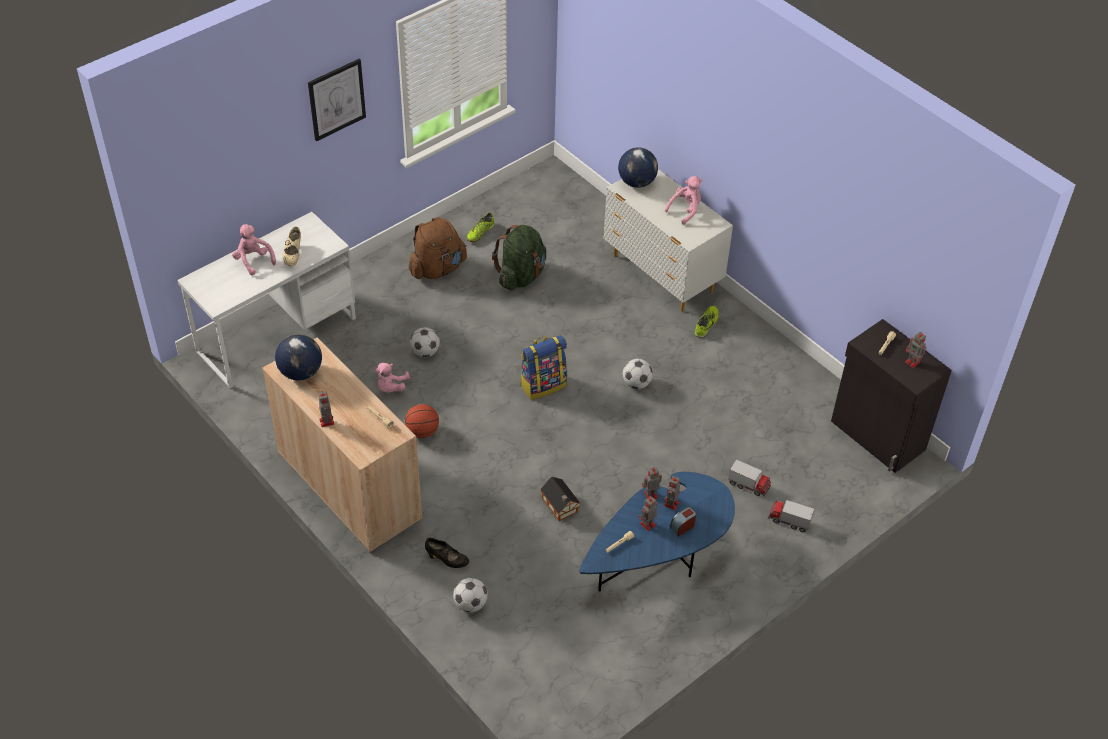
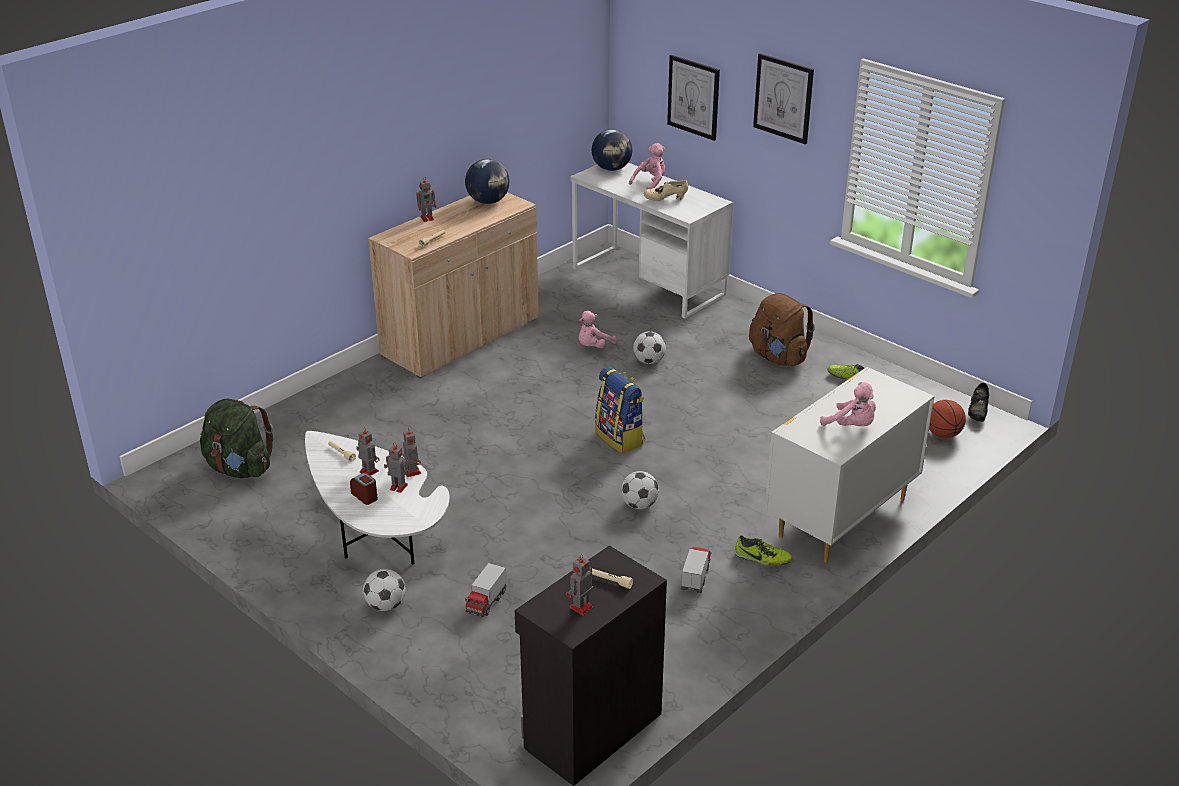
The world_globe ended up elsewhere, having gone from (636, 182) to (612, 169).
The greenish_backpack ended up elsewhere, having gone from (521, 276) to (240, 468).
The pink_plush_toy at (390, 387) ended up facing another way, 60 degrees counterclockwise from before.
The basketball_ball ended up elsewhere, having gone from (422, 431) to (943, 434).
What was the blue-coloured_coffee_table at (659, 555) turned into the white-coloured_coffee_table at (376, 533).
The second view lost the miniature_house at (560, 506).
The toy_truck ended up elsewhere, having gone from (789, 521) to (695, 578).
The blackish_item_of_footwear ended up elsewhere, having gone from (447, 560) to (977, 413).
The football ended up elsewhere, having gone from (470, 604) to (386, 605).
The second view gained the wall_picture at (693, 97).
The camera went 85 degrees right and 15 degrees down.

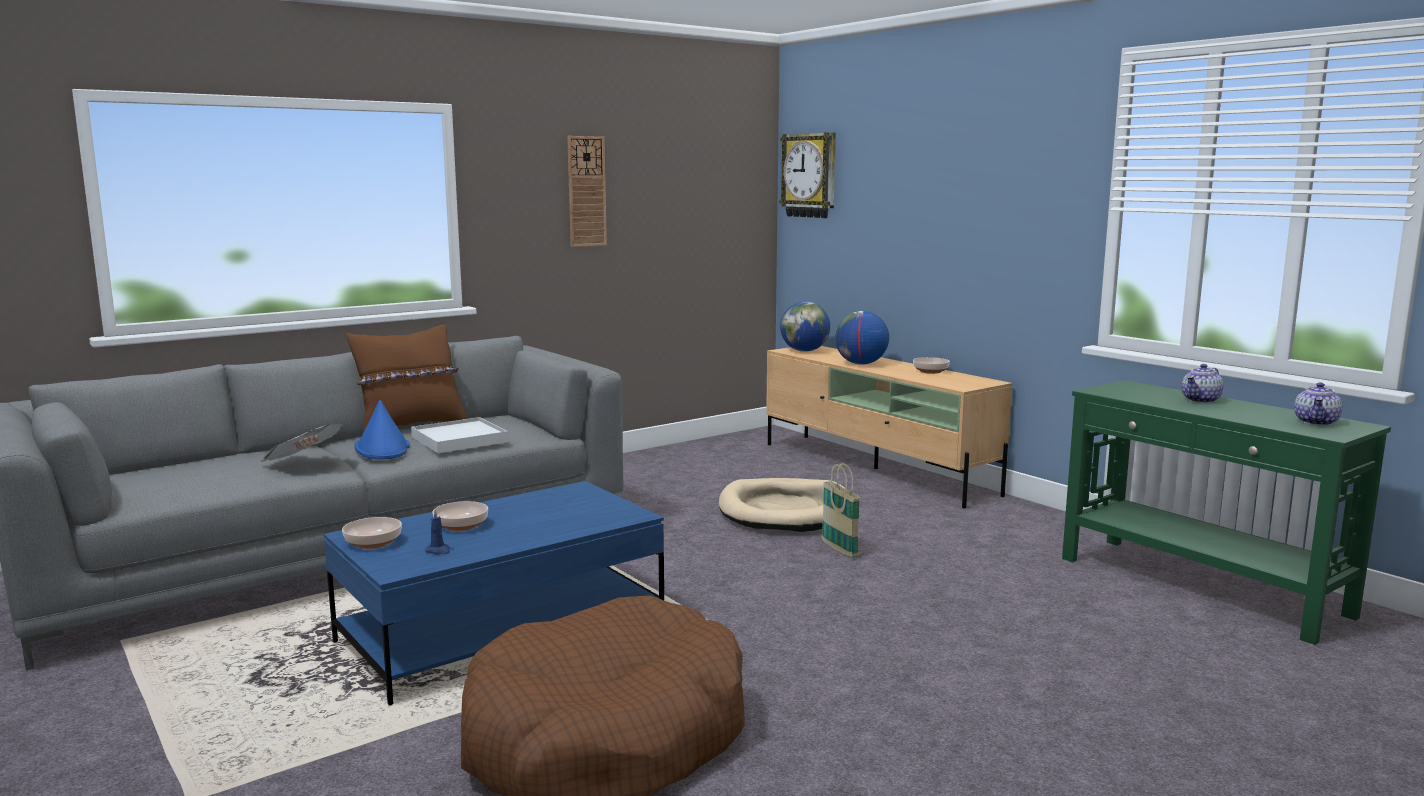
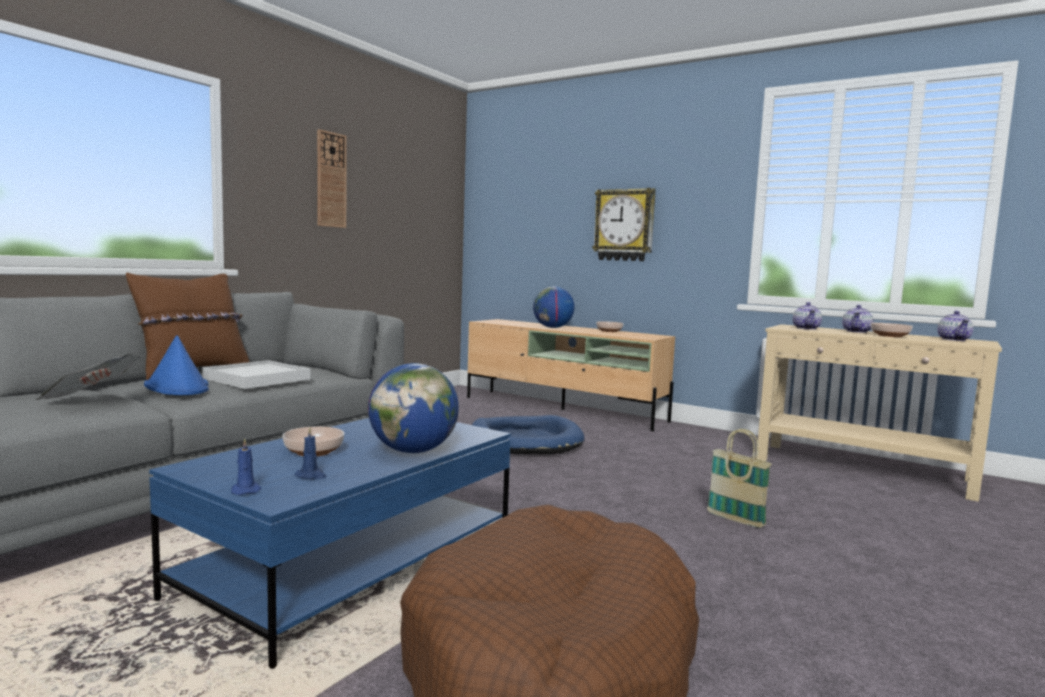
The wall_clock ended up elsewhere, having gone from (810, 175) to (624, 225).
The world_globe ended up elsewhere, having gone from (805, 351) to (413, 451).
What was the greenish_narrow_table at (1201, 587) turned into the beige-coloured_narrow_table at (863, 470).
The household_basket ended up elsewhere, having gone from (839, 549) to (735, 520).
What was the beige-coloured_dog_bed at (785, 511) turned into the blue-coloured_dog_bed at (525, 440).
The bowl ended up elsewhere, having gone from (372, 542) to (889, 336).
The second view gained the tea_pot at (806, 328).
The second view gained the blue-coloured_wax_candle at (245, 490).
The camera went 20 degrees left and 5 degrees down.

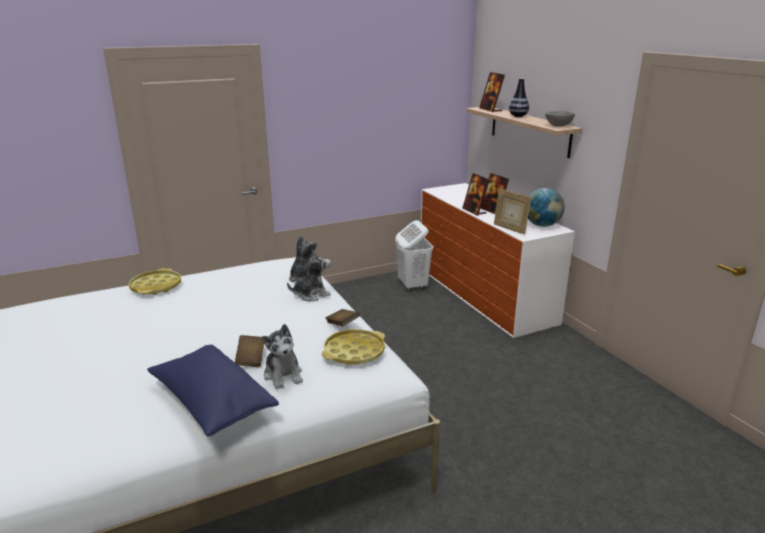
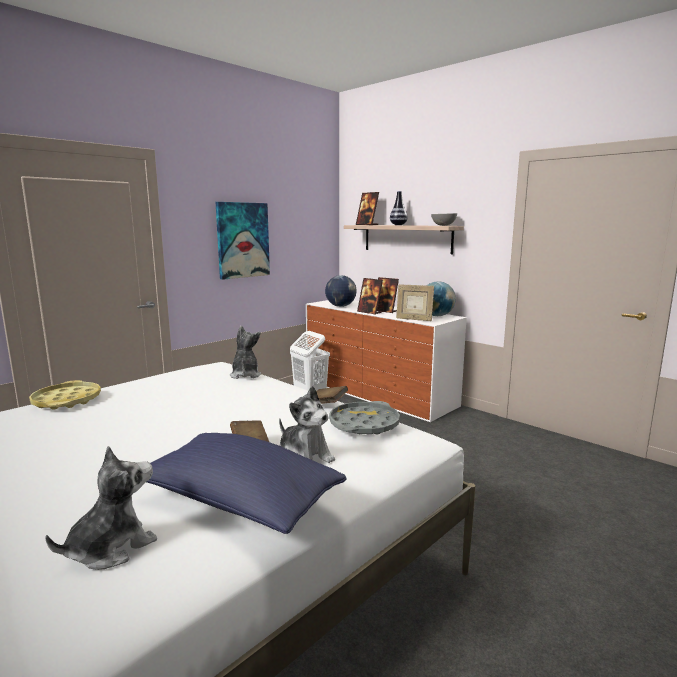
The plush_toy ended up elsewhere, having gone from (311, 295) to (111, 547).
What was the yellow_tray at (354, 352) turned into the gray_tray at (364, 424).
The second view gained the wall_picture at (242, 240).
The second view gained the world_globe at (340, 306).
The camera went 20 degrees left and 10 degrees down.

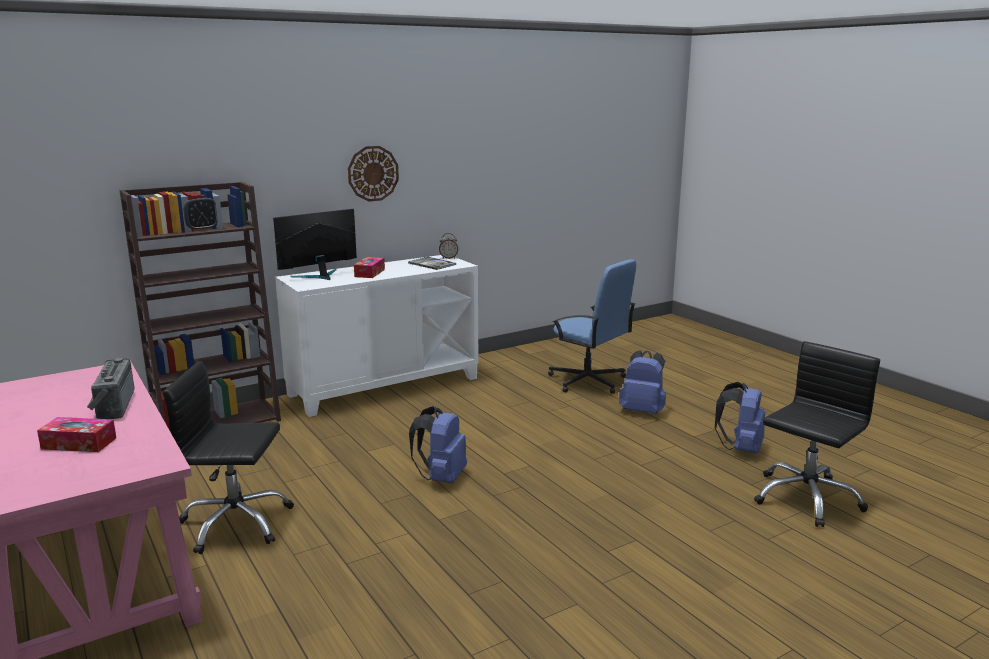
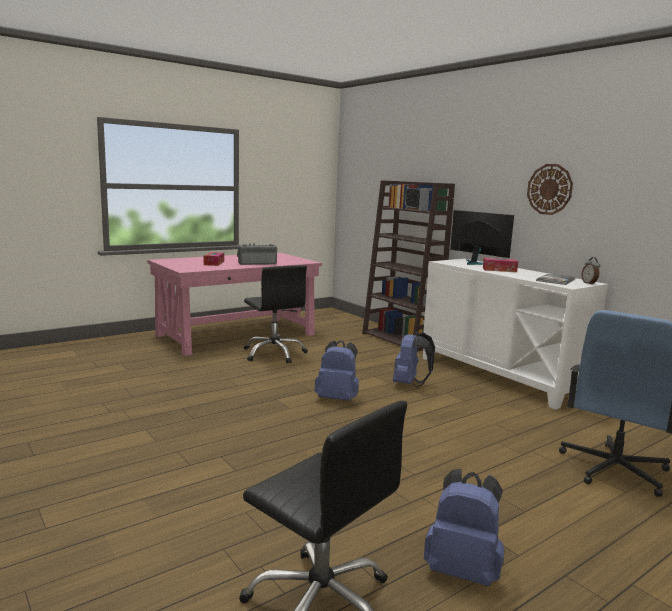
The blue-coloured_backpack ended up elsewhere, having gone from (643, 411) to (410, 384).
The blackish_computer_chair at (235, 523) ended up facing another way, 150 degrees clockwise from before.
The camera went 85 degrees right and 5 degrees down.

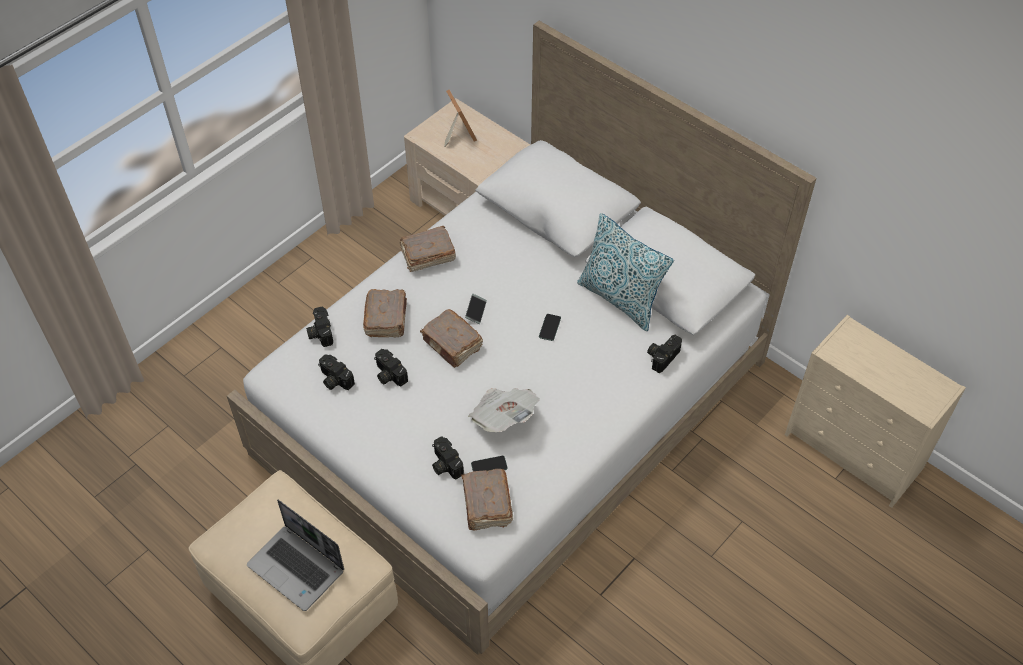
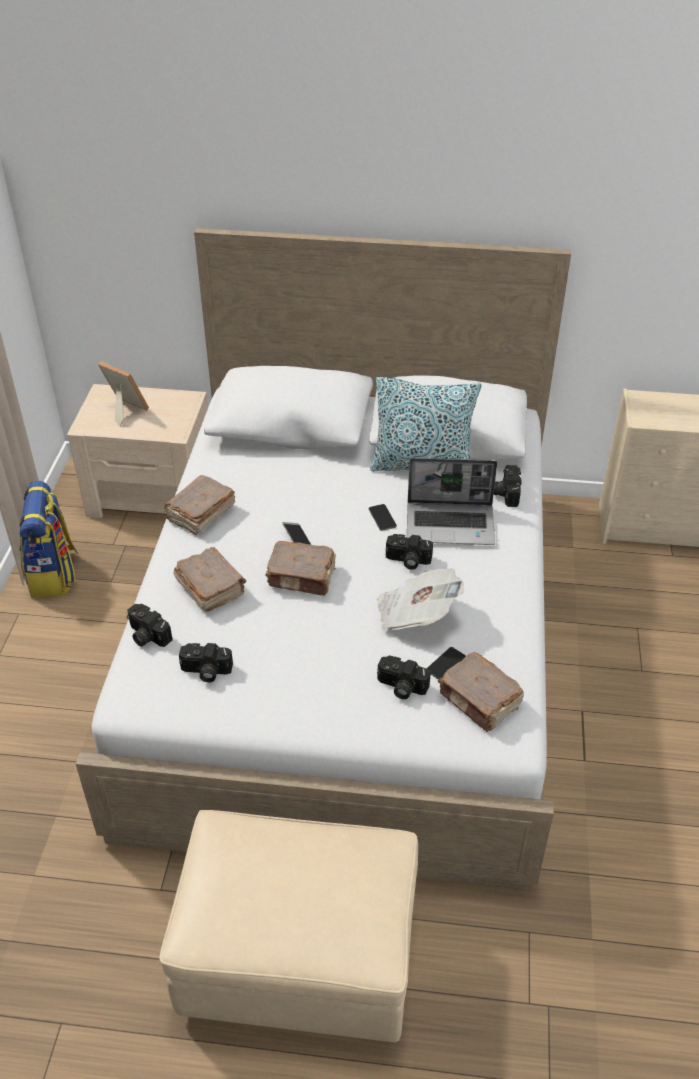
The photo_camera ended up elsewhere, having gone from (388, 375) to (407, 560).
The portable_computer ended up elsewhere, having gone from (298, 568) to (451, 524).
The second view gained the backpack at (54, 574).
The camera went 35 degrees left and 10 degrees down.

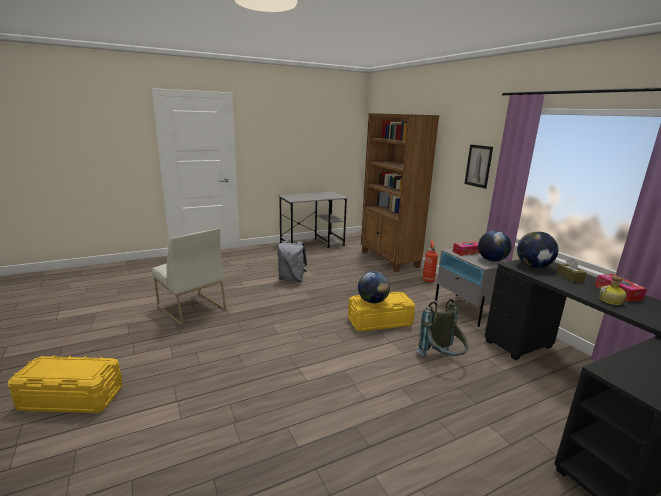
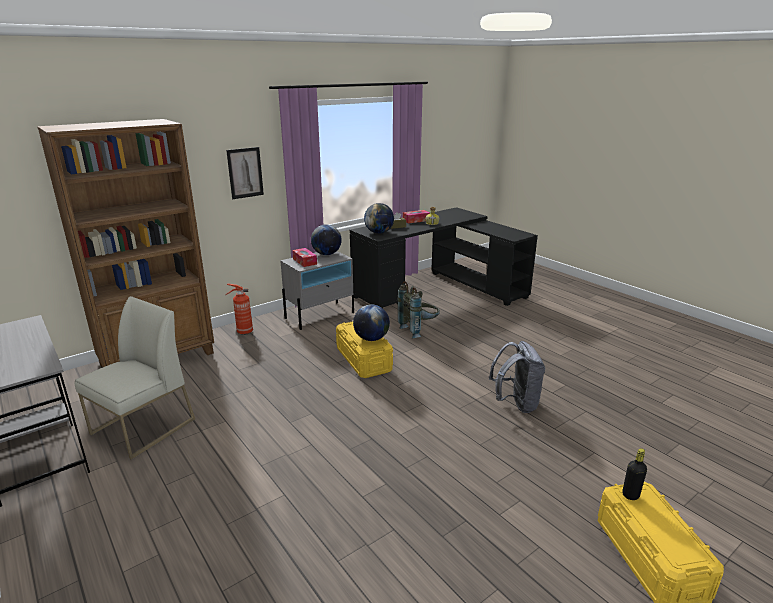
The white-coloured_plain_chair ended up elsewhere, having gone from (191, 309) to (143, 427).
The gray_backpack ended up elsewhere, having gone from (292, 279) to (516, 403).
The second view gained the blackish_bottle at (630, 495).
The camera went 100 degrees left and 5 degrees up.

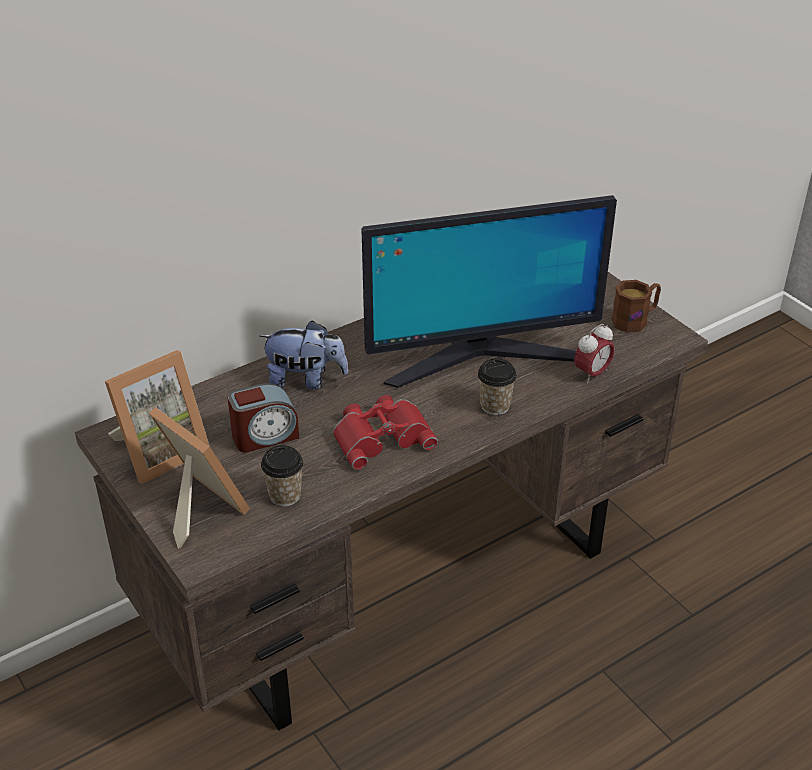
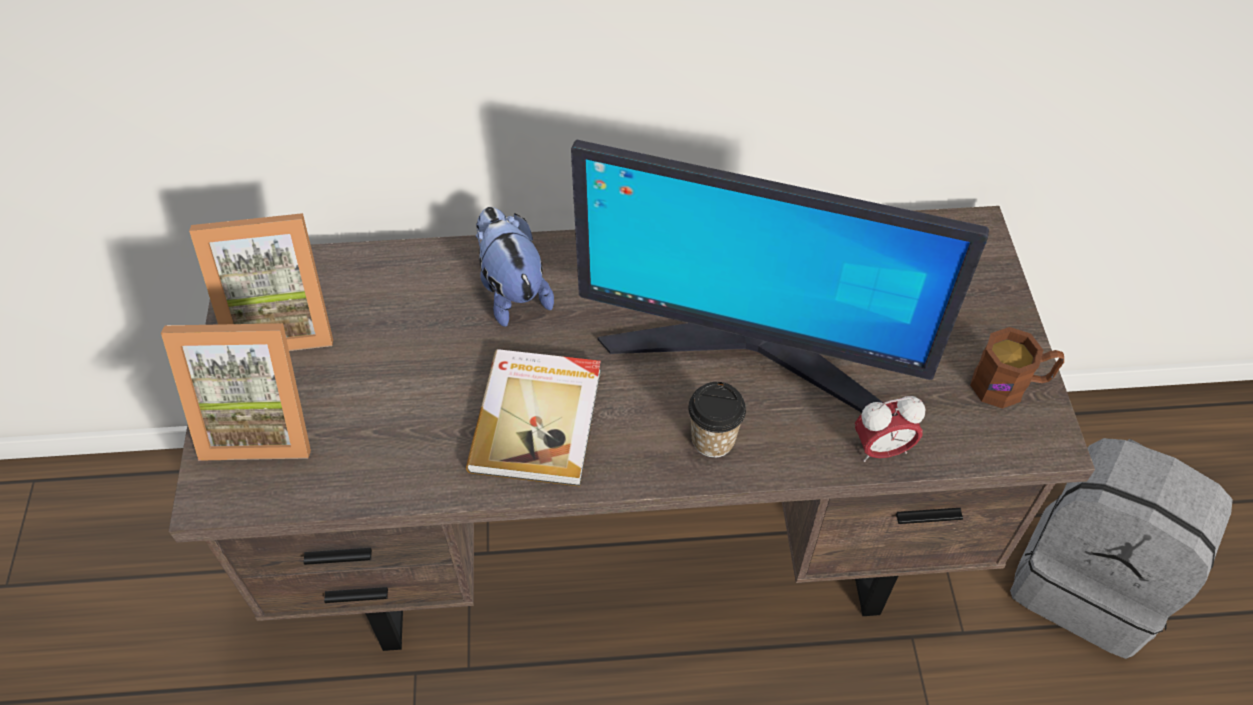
The plush_toy at (305, 380) ended up facing another way, 150 degrees counterclockwise from before.
The second view lost the bedside_clock at (265, 436).
Where the red_binoculars stood at (381, 436), the book came to stand at (539, 419).
The photo_frame at (197, 508) ended up facing another way, 105 degrees clockwise from before.
The second view lost the cup at (285, 495).
The second view gained the gray_backpack at (1090, 580).
The camera went 30 degrees right and 15 degrees up.

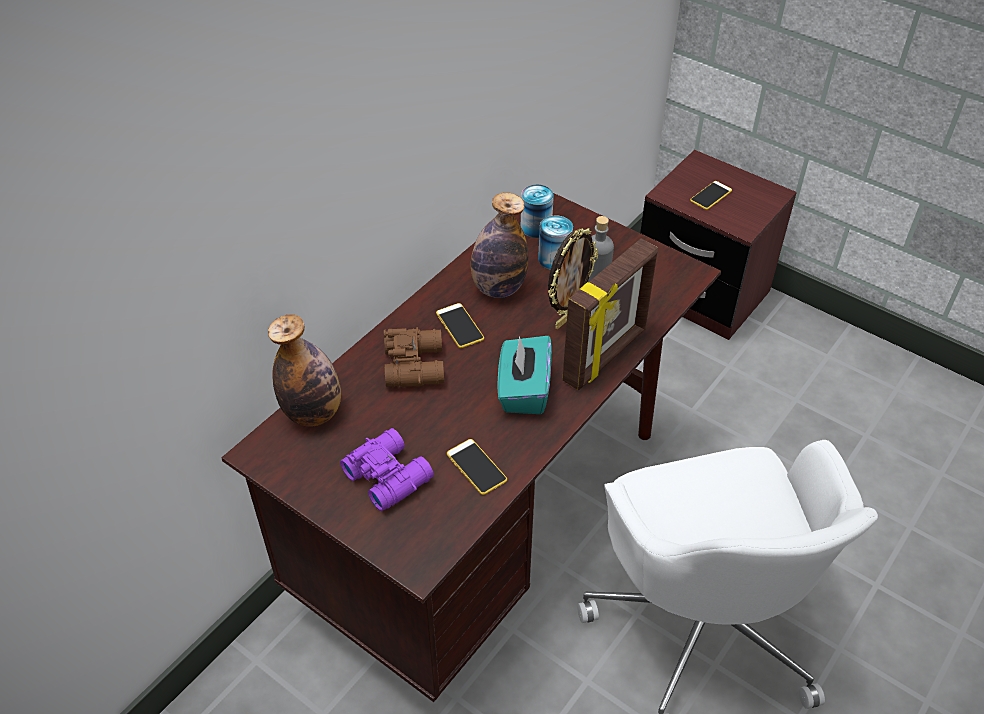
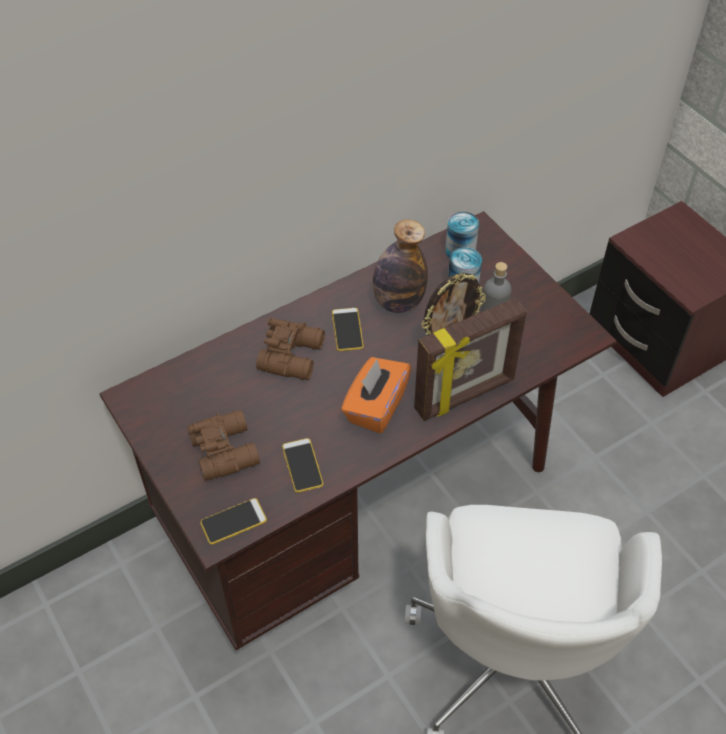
The handset ended up elsewhere, having gone from (710, 196) to (233, 521).
The second view lost the bottle at (313, 412).
What was the turquoise_tissue_box at (523, 390) turned into the orangey_tissue_box at (375, 407).
What was the purplish_binoculars at (388, 474) turned into the brownish_binoculars at (226, 449).
The camera went 20 degrees right and 5 degrees up.

